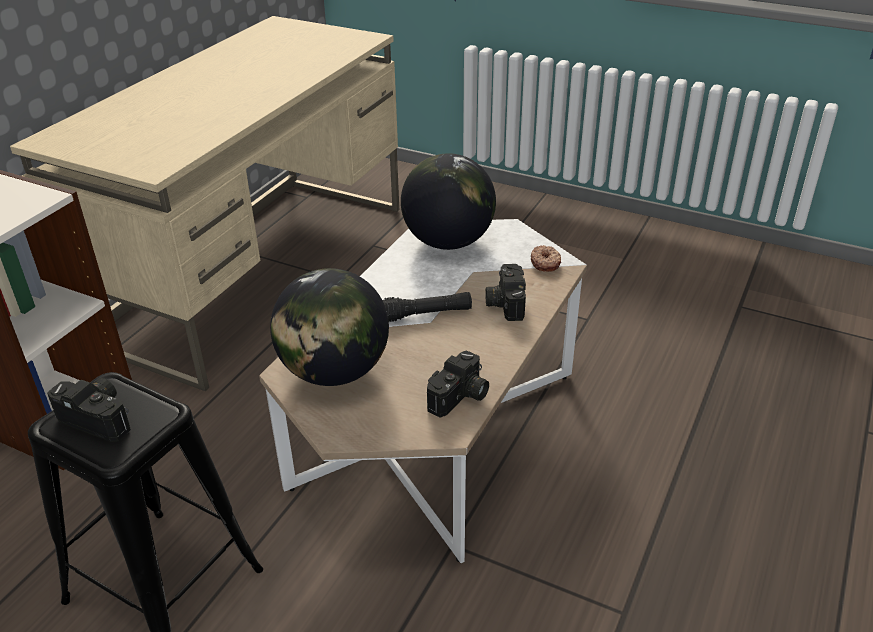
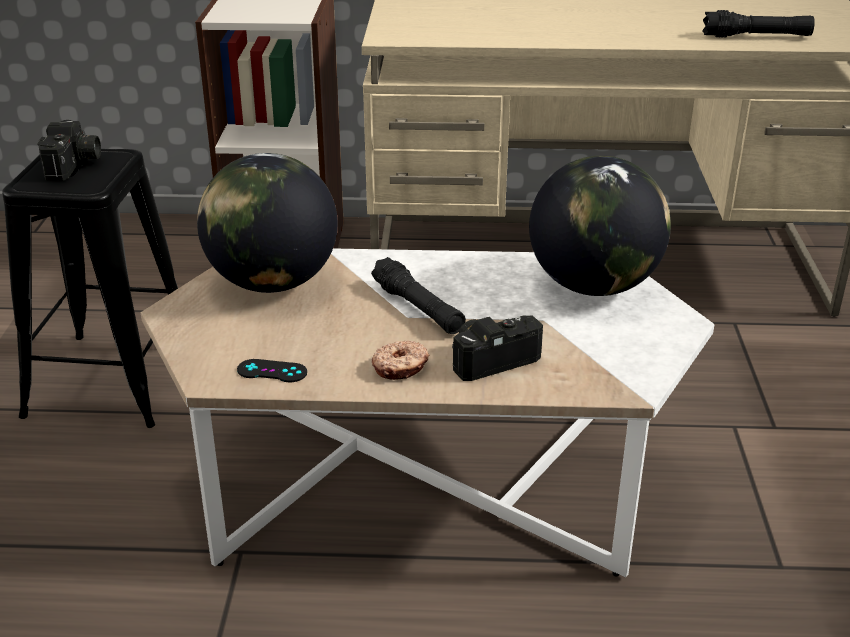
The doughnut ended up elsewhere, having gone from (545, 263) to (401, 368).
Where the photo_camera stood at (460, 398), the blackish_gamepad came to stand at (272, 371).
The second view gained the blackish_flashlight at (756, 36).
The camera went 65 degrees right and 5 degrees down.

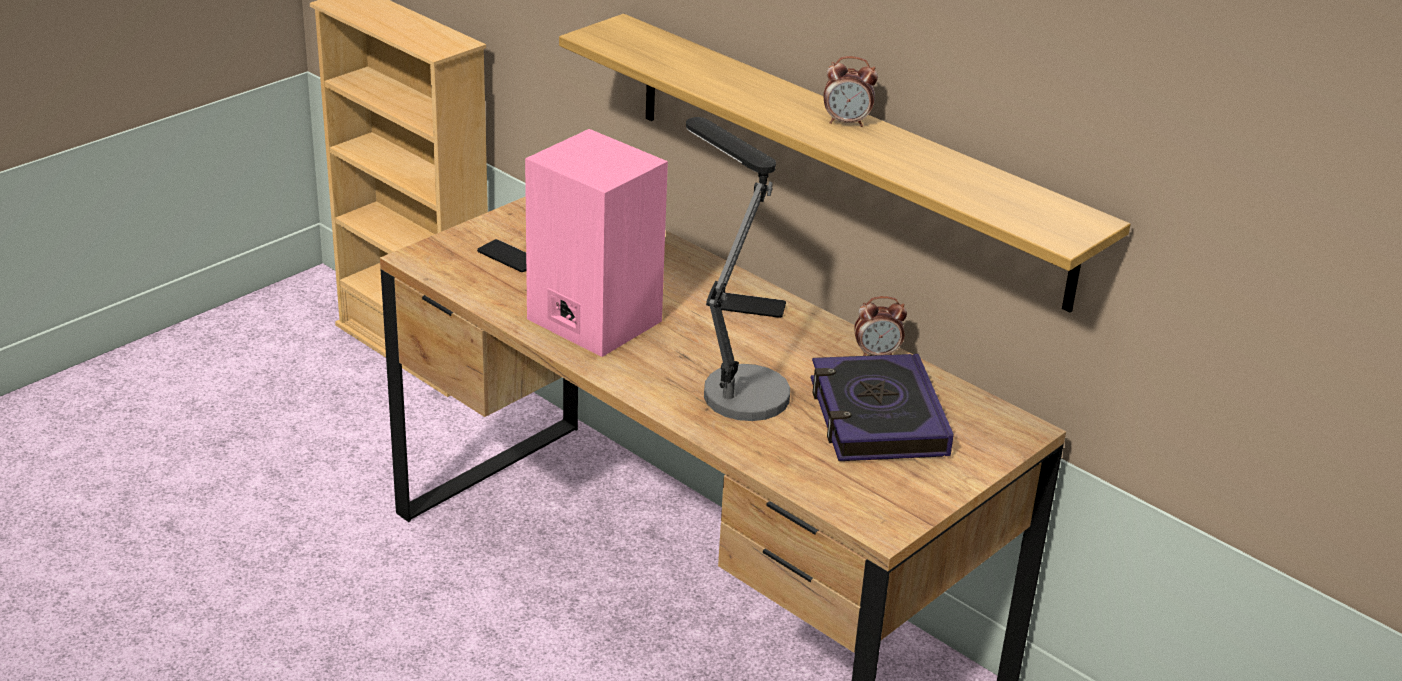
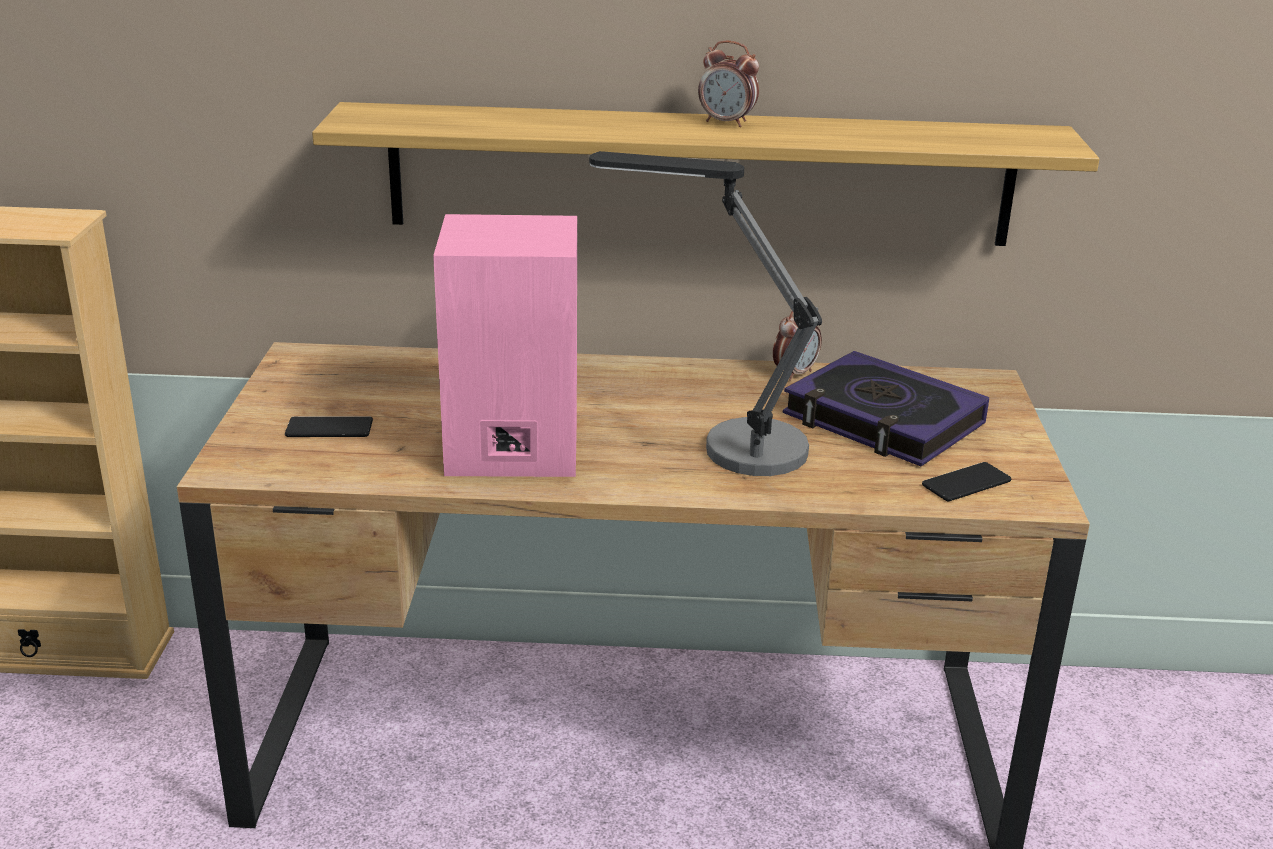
The bedside_clock at (847, 122) ended up facing another way, 60 degrees clockwise from before.
The handset ended up elsewhere, having gone from (751, 306) to (966, 483).
The camera went 40 degrees left and 5 degrees down.

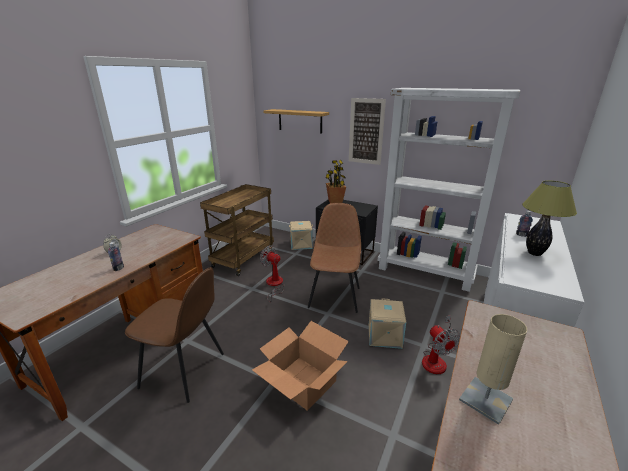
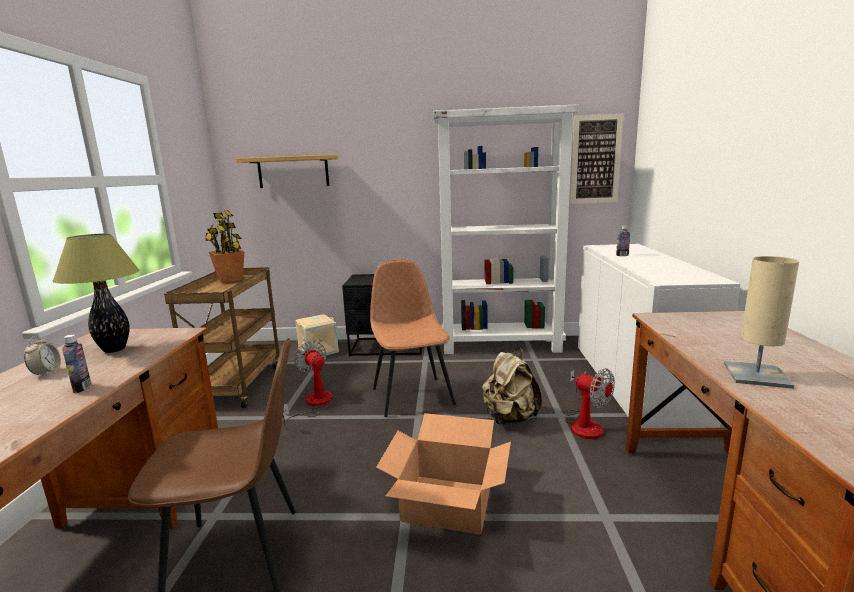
The wall_picture ended up elsewhere, having gone from (366, 131) to (595, 159).
The potted_plant ended up elsewhere, having gone from (335, 202) to (230, 280).
The lamp_for_a_table ended up elsewhere, having gone from (534, 253) to (115, 349).
The cooling_fan at (274, 285) ended up facing another way, 45 degrees clockwise from before.
Where the beige-coloured_storage_container stood at (385, 336), the beige-coloured_backpack came to stand at (509, 418).
The camera went 25 degrees left and 10 degrees down.

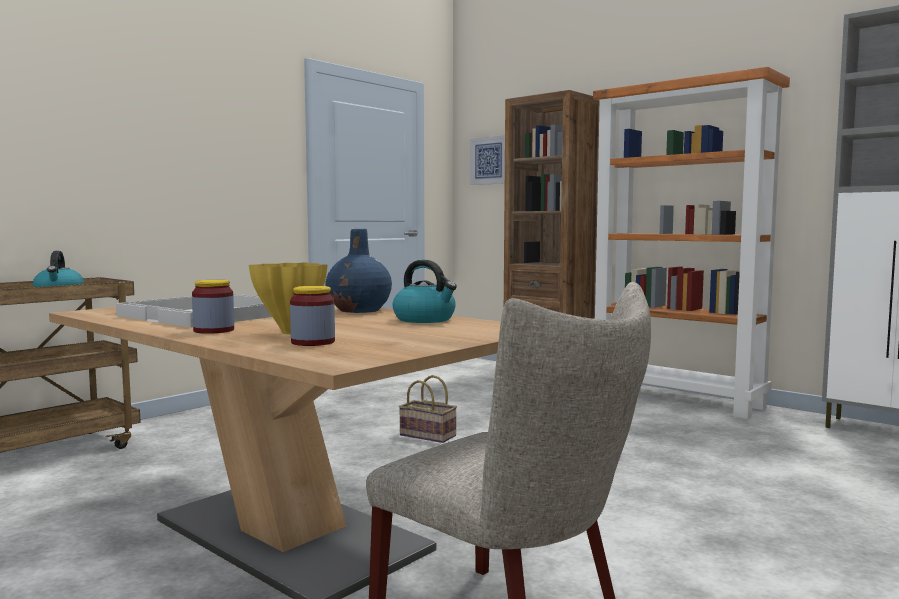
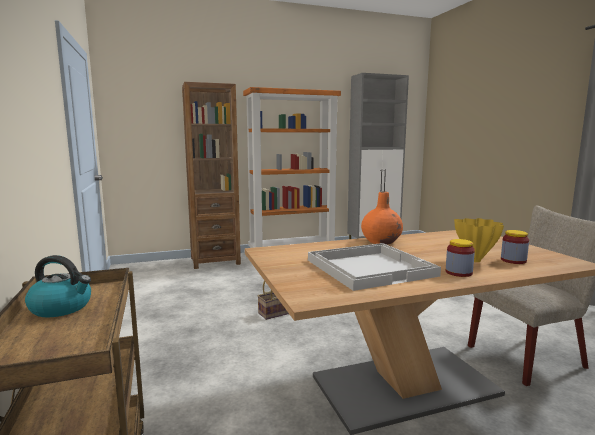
The second view lost the wall_picture at (489, 160).
What was the blue-coloured_decorative_vase at (359, 310) turned into the orangey_decorative_vase at (381, 241).
The second view lost the kettle at (425, 319).
The camera went 60 degrees left and 5 degrees up.

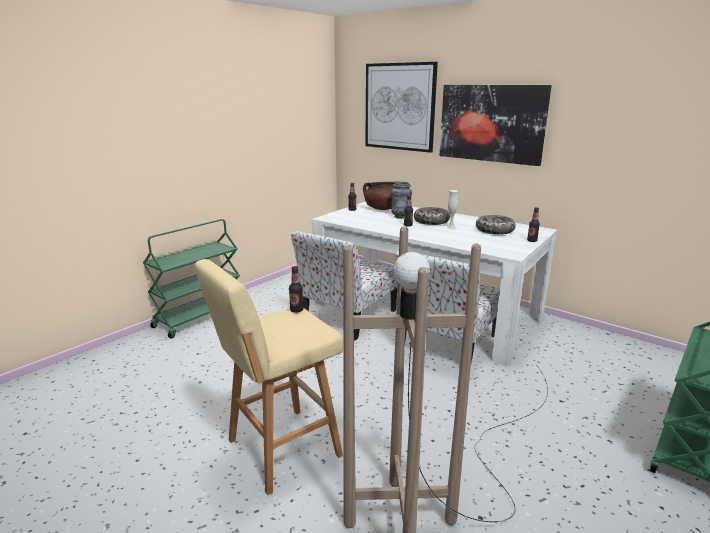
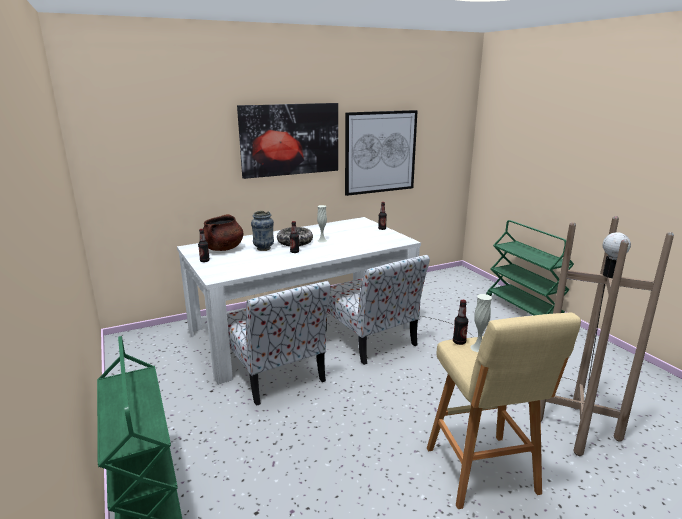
The wall_picture ended up elsewhere, having gone from (399, 107) to (380, 152).
The second view lost the bowl at (494, 230).
The second view gained the white-coloured_decorative_vase at (478, 348).
The camera went 65 degrees left and 0 degrees up.

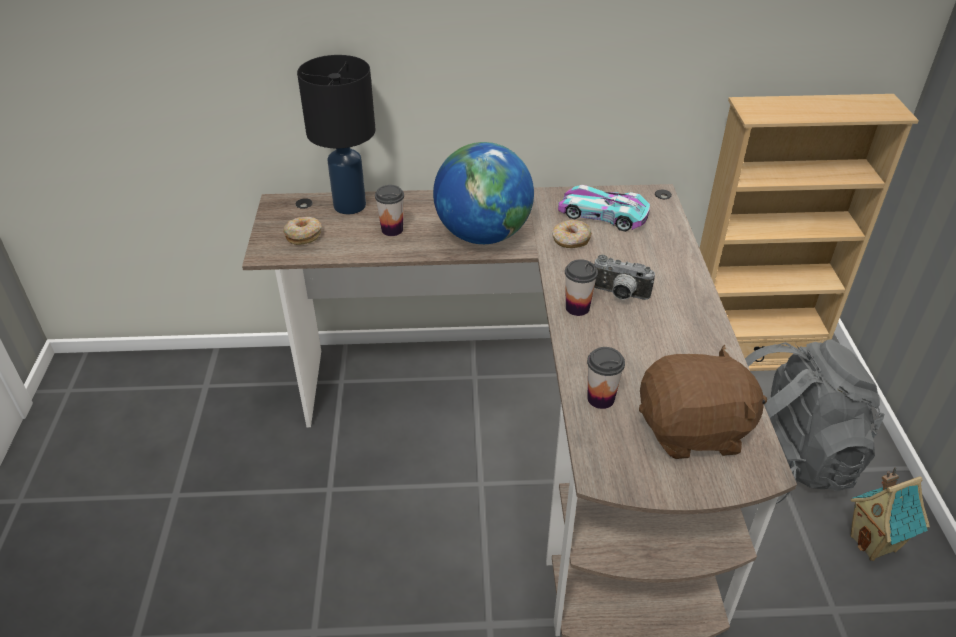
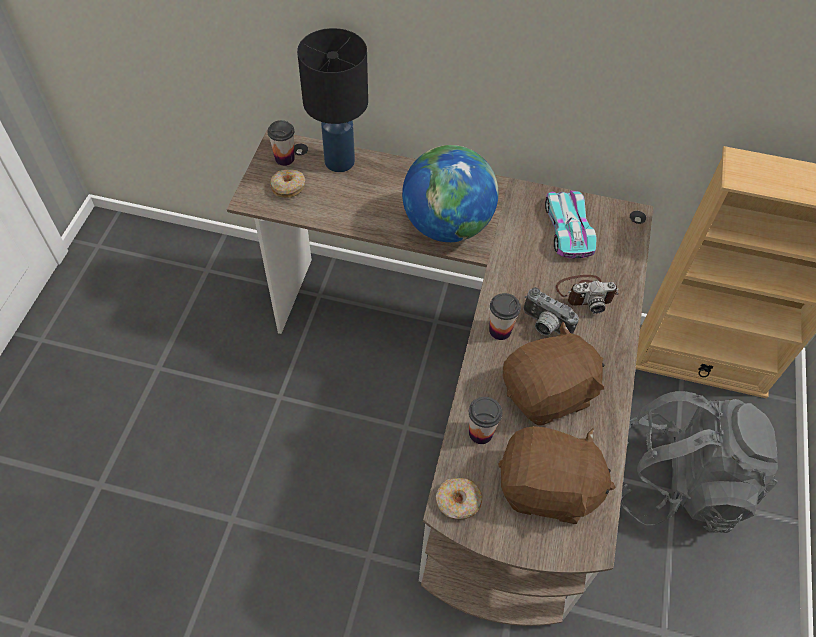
The cup ended up elsewhere, having gone from (392, 230) to (284, 158).
The miniature_car at (602, 214) ended up facing another way, 45 degrees clockwise from before.
The doughnut ended up elsewhere, having gone from (571, 240) to (458, 502).
The second view lost the miniature_house at (874, 543).
The second view gained the photo_camera at (585, 293).
The second view gained the brownish_plush_toy at (548, 393).
The camera went 15 degrees right and 15 degrees up.

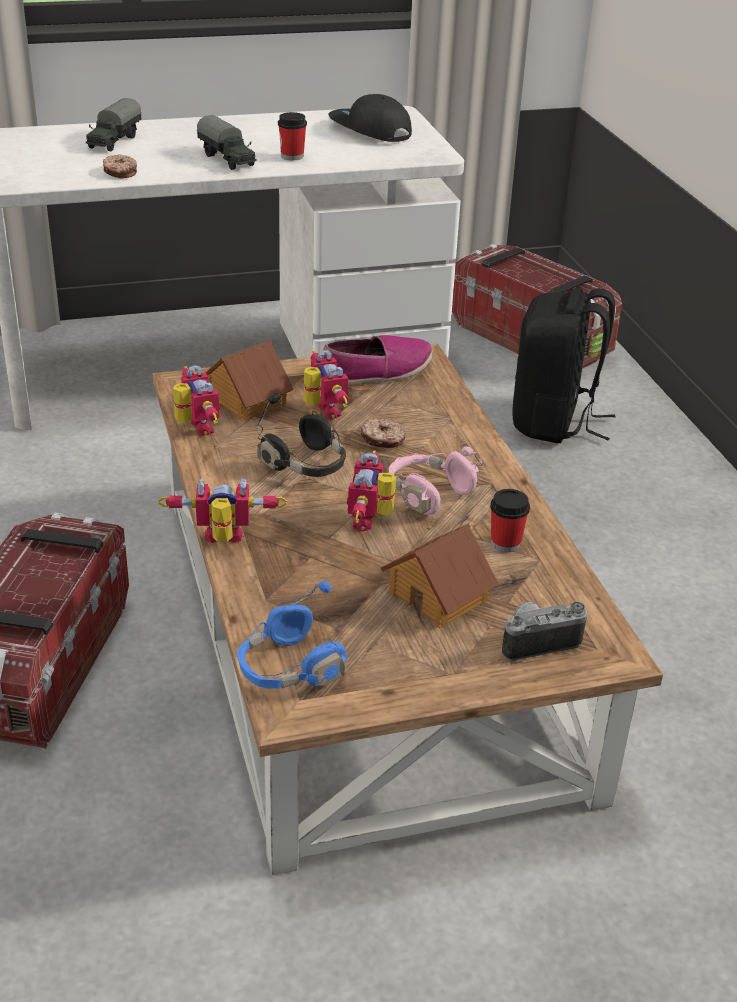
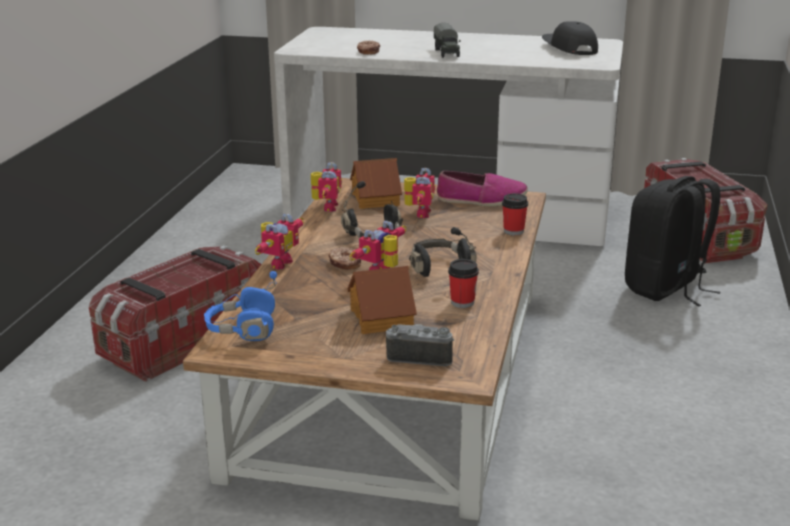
The second view lost the toy_truck at (113, 141).
The cup ended up elsewhere, having gone from (292, 156) to (513, 231).
The doughnut ended up elsewhere, having gone from (382, 440) to (345, 264).
What was the pink_headphones at (427, 494) turned into the blackish_headphones at (439, 267).
The model_robot at (223, 541) ended up facing another way, 90 degrees clockwise from before.
The camera went 30 degrees right and 10 degrees down.

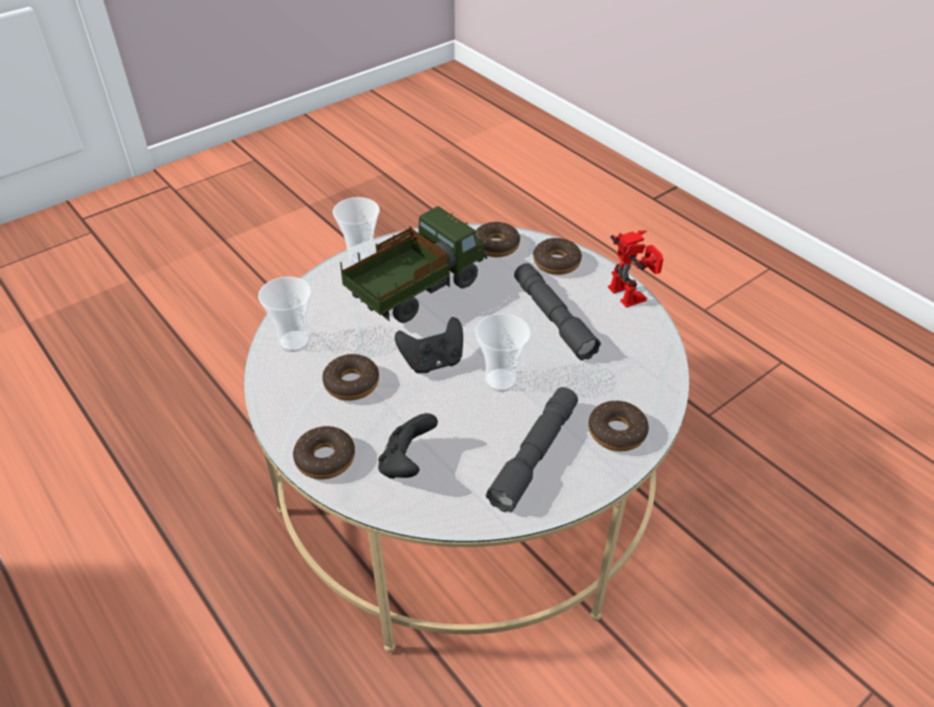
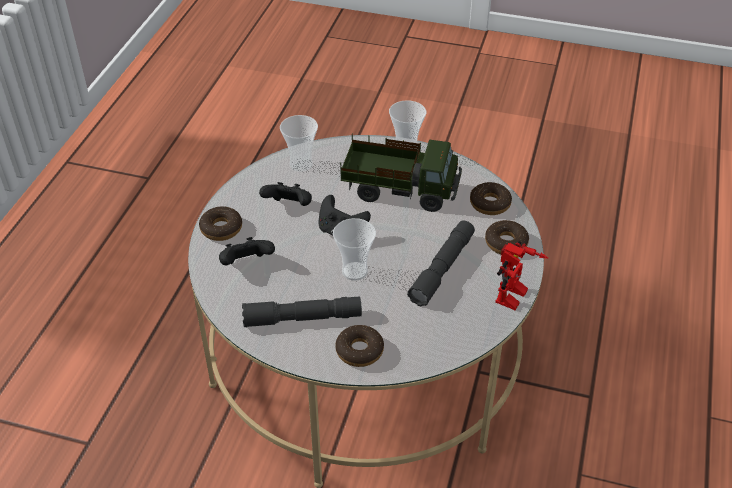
Where the doughnut stood at (351, 383), the blackish_gamepad came to stand at (289, 207).
The camera went 55 degrees right and 0 degrees up.

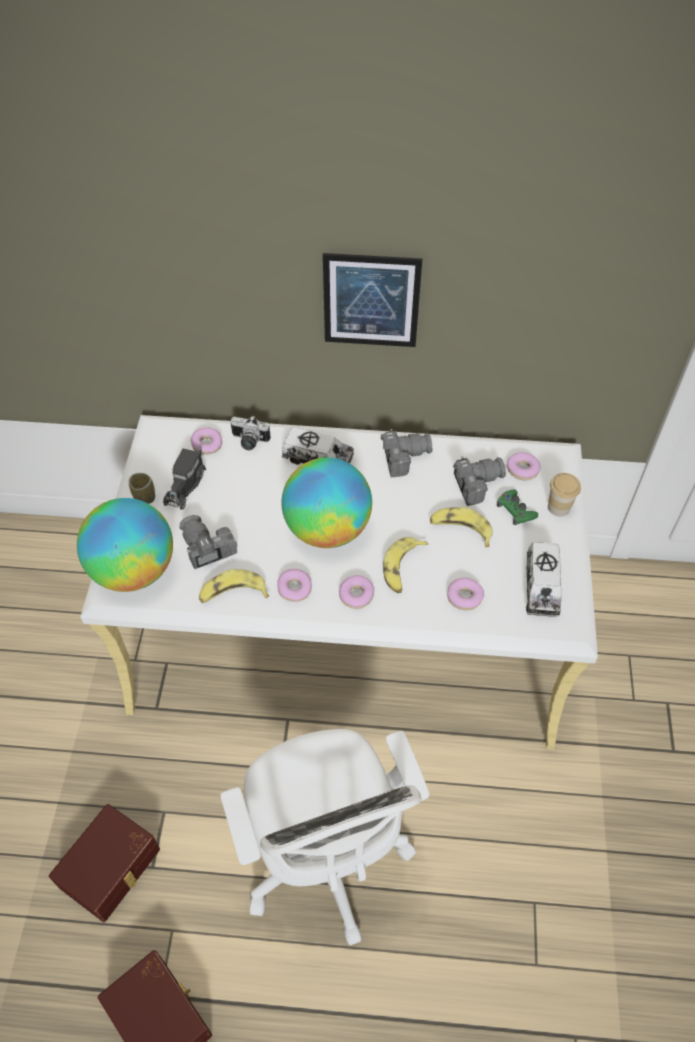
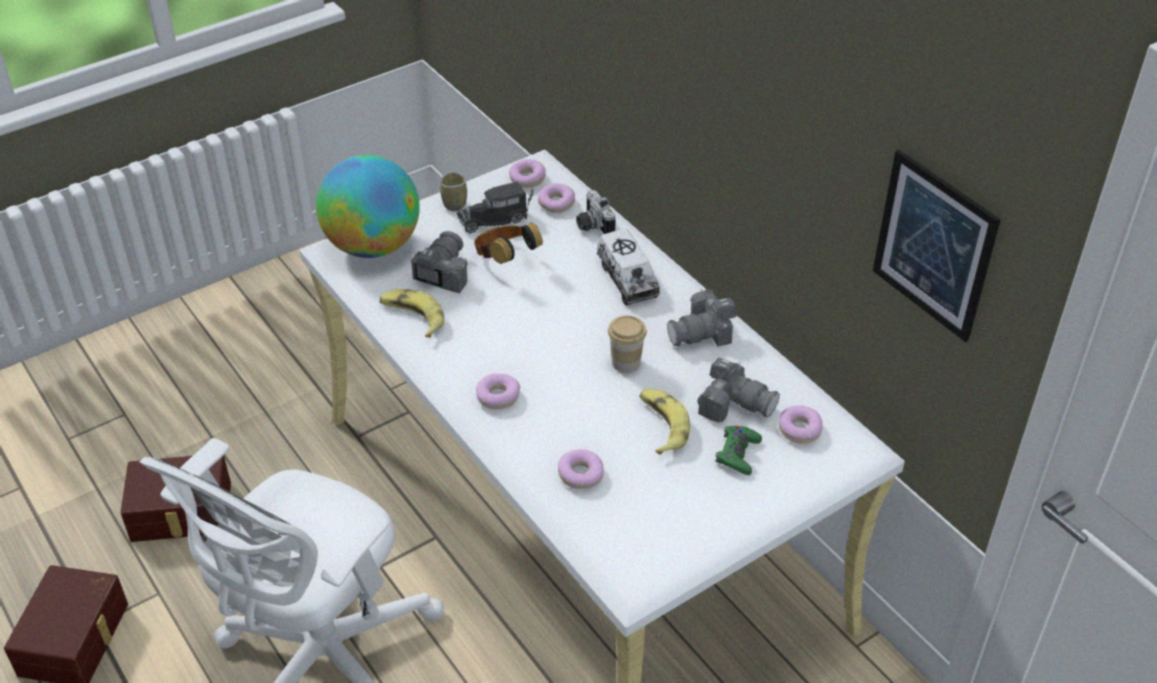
The wall_picture ended up elsewhere, having gone from (371, 301) to (933, 246).
The photo_camera at (402, 457) ended up facing another way, 120 degrees clockwise from before.
The second view lost the world_globe at (327, 529).
The cup ended up elsewhere, having gone from (558, 507) to (626, 362).
The second view lost the whole_banana at (402, 568).
The second view lost the toy_truck at (541, 587).
The doughnut ended up elsewhere, having gone from (294, 589) to (527, 178).
The second view gained the headphones at (505, 260).
The camera went 50 degrees right and 10 degrees down.

